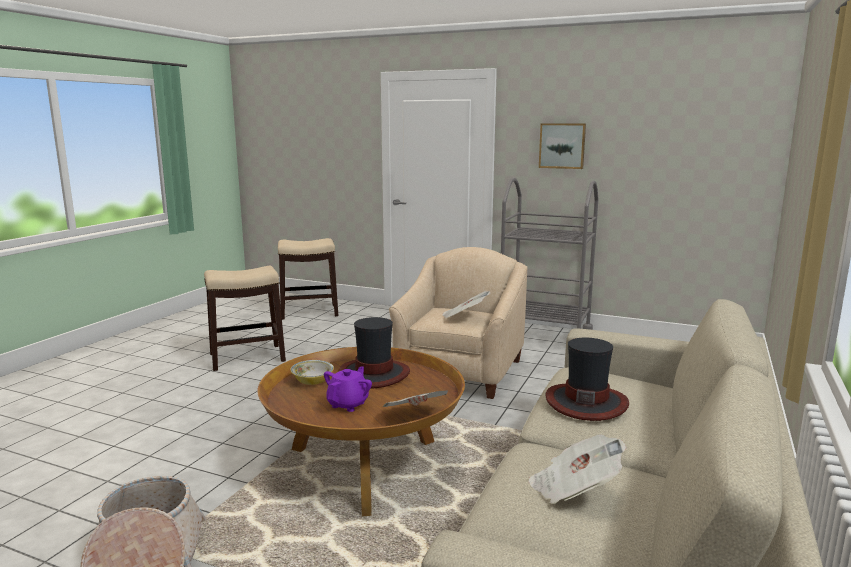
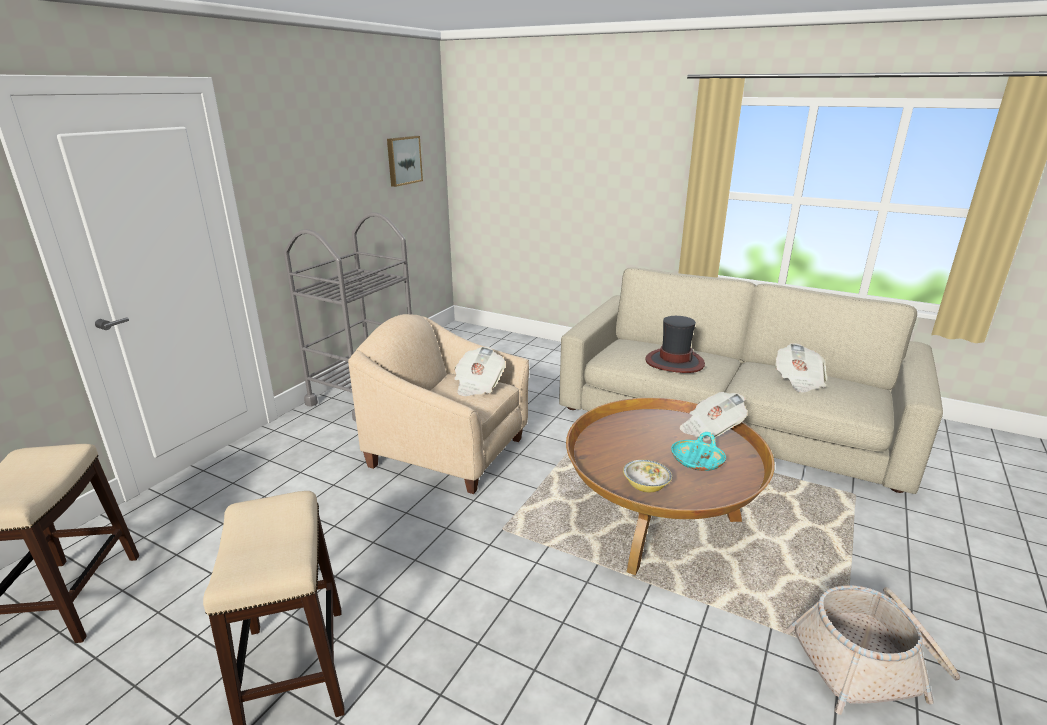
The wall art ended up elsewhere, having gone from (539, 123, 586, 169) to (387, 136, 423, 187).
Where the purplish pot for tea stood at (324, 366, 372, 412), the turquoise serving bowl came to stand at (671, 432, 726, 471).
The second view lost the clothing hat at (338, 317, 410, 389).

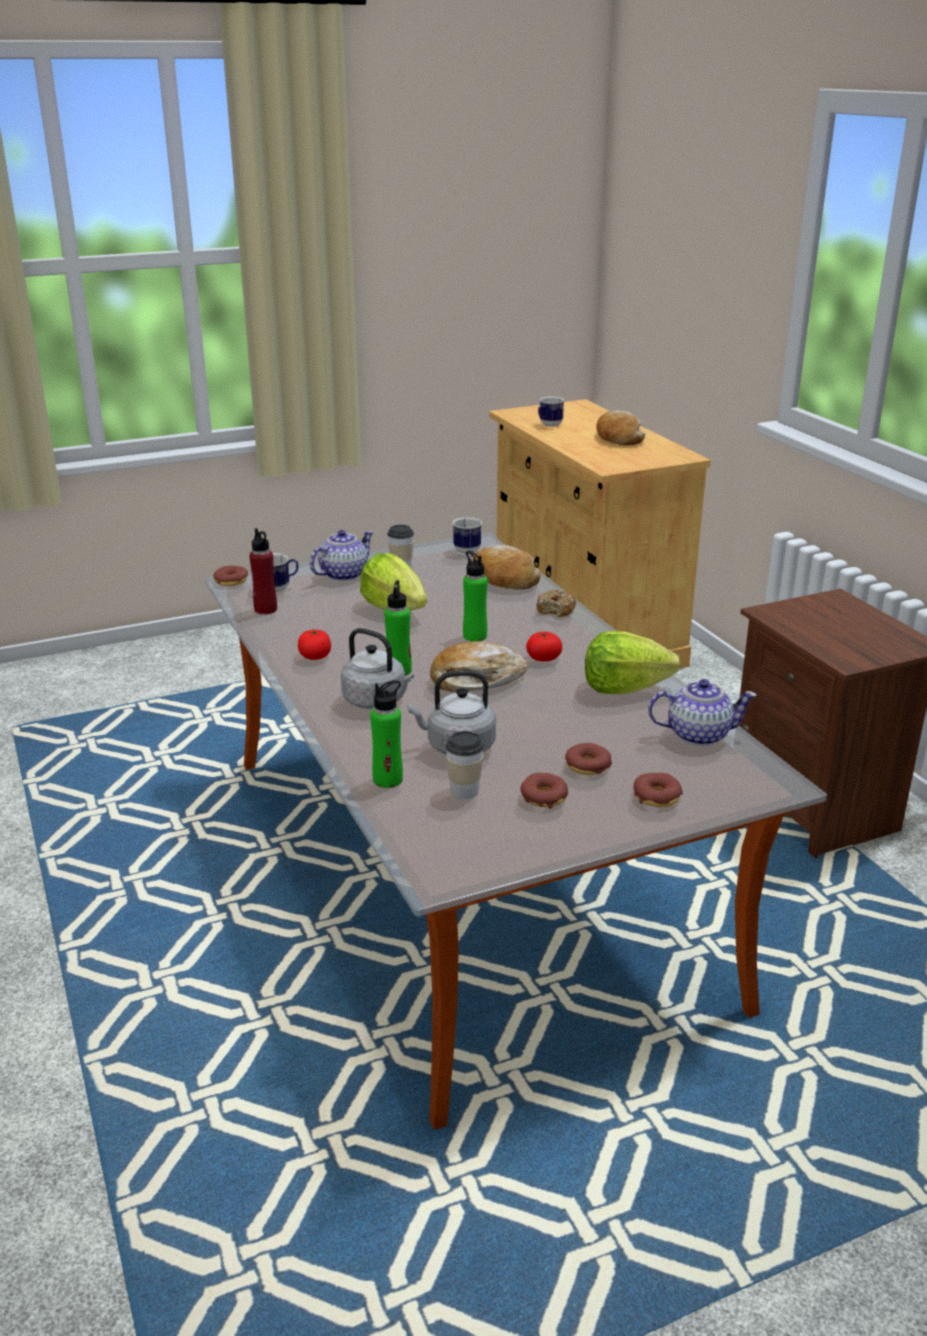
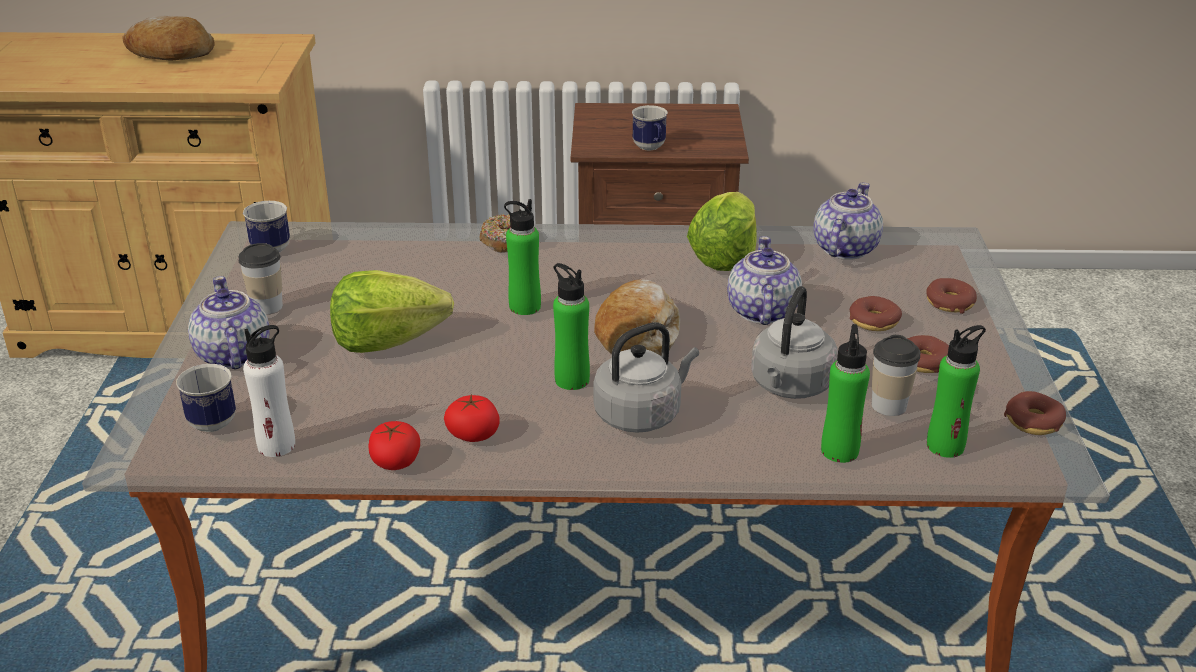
What was the reddish bottle at (250, 528, 277, 614) turned into the white bottle at (243, 325, 295, 457).
The fresh tomato ended up elsewhere, having gone from (526, 632, 562, 661) to (369, 421, 420, 470).
The mug ended up elsewhere, having gone from (538, 396, 564, 427) to (632, 105, 668, 151).
The second view gained the pot for tea at (727, 236, 802, 325).
The second view gained the greenish bottle at (927, 325, 986, 458).
The doughnut ended up elsewhere, having gone from (214, 566, 248, 586) to (1004, 391, 1066, 435).
The second view lost the bread at (473, 545, 541, 589).

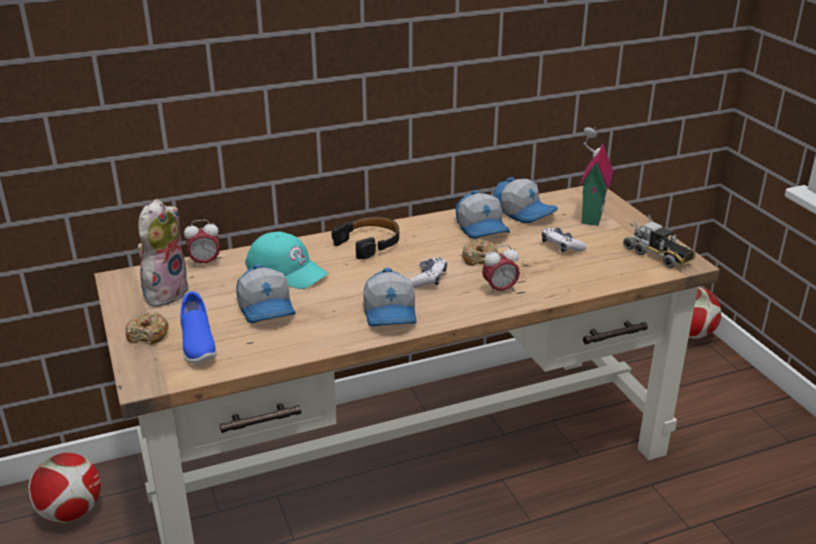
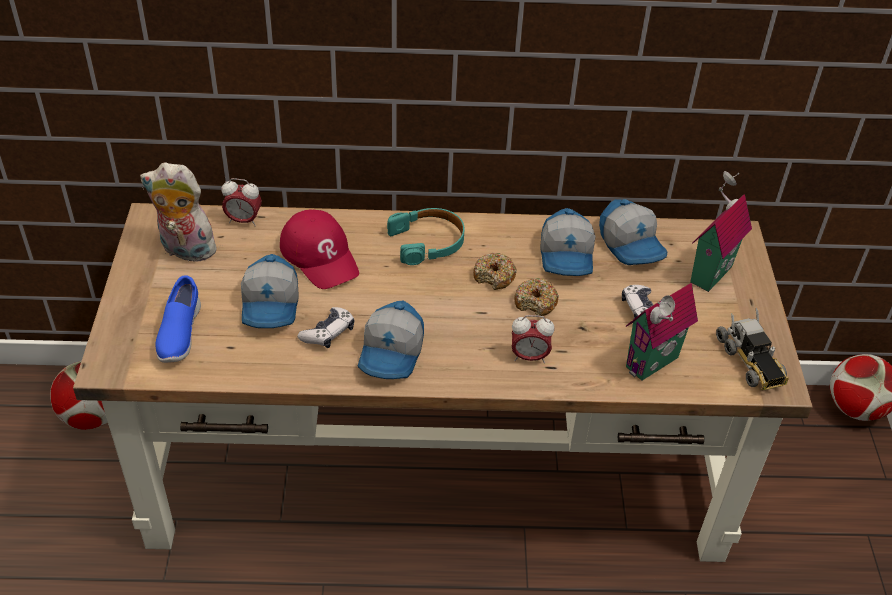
The soft toy at (138, 199, 190, 307) ended up facing another way, 120 degrees counterclockwise from before.
What was the turquoise baseball cap at (245, 232, 329, 289) turned into the reddish baseball cap at (280, 209, 359, 289).
The game controller ended up elsewhere, having gone from (410, 257, 447, 288) to (298, 307, 354, 348).
What was the black headset at (332, 217, 399, 259) turned into the turquoise headset at (387, 208, 465, 265).
The doughnut ended up elsewhere, having gone from (125, 312, 169, 345) to (473, 253, 517, 290).
The second view gained the miniature house at (626, 283, 698, 381).

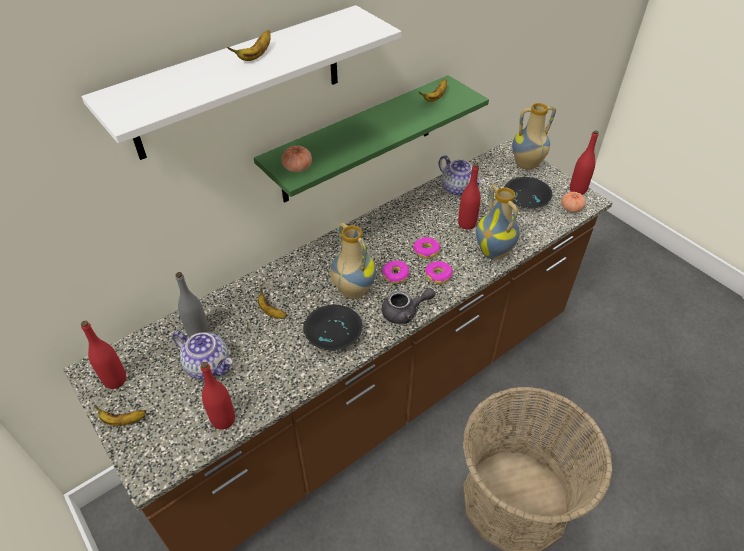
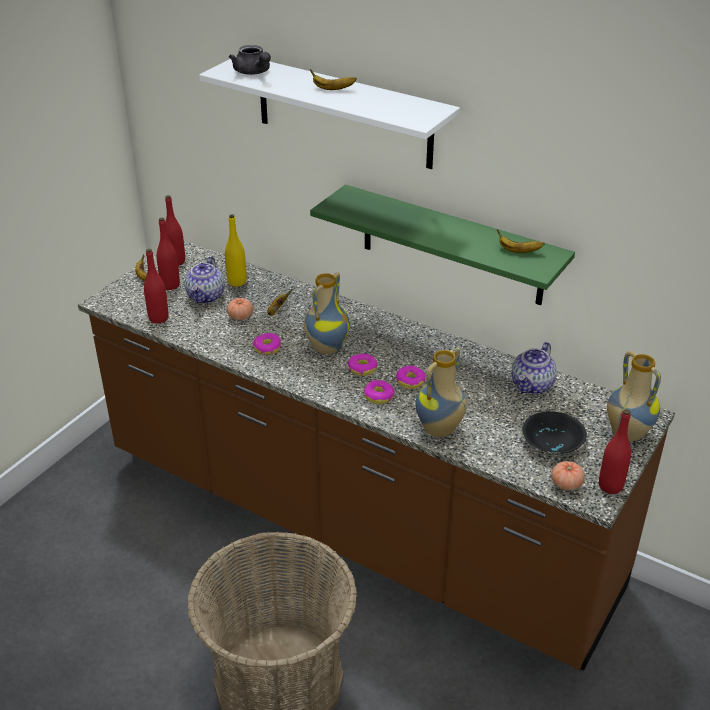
The reddish bottle ended up elsewhere, having gone from (458, 164, 481, 230) to (157, 218, 180, 290).
What was the gray bottle at (176, 272, 209, 337) turned into the yellow-coloured bottle at (225, 214, 247, 287).
The fresh tomato ended up elsewhere, having gone from (281, 146, 312, 172) to (227, 298, 253, 320).
The gray pot for tea ended up elsewhere, having gone from (382, 288, 435, 324) to (229, 45, 271, 75).
Where the black serving bowl stood at (303, 305, 362, 350), the doughnut came to stand at (253, 333, 281, 355).

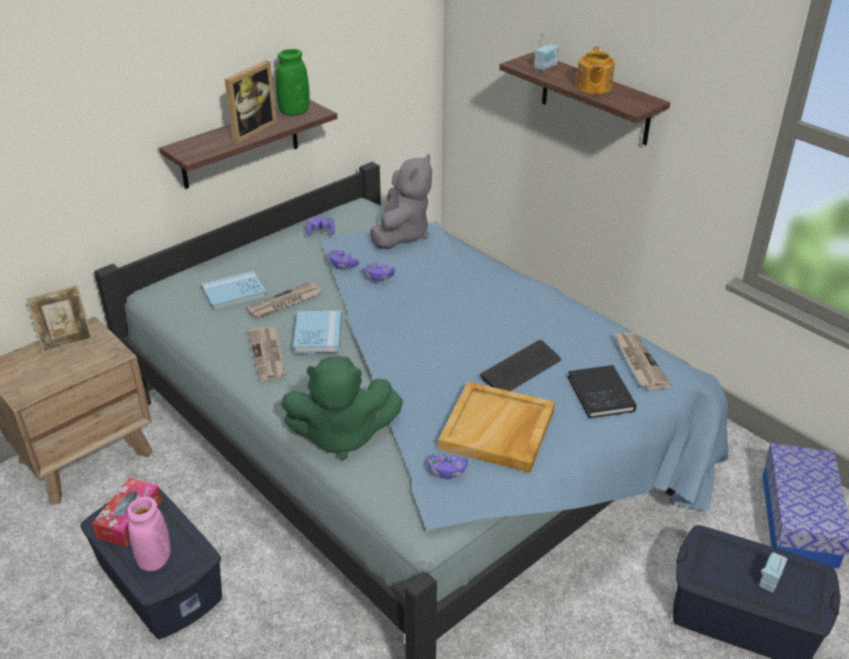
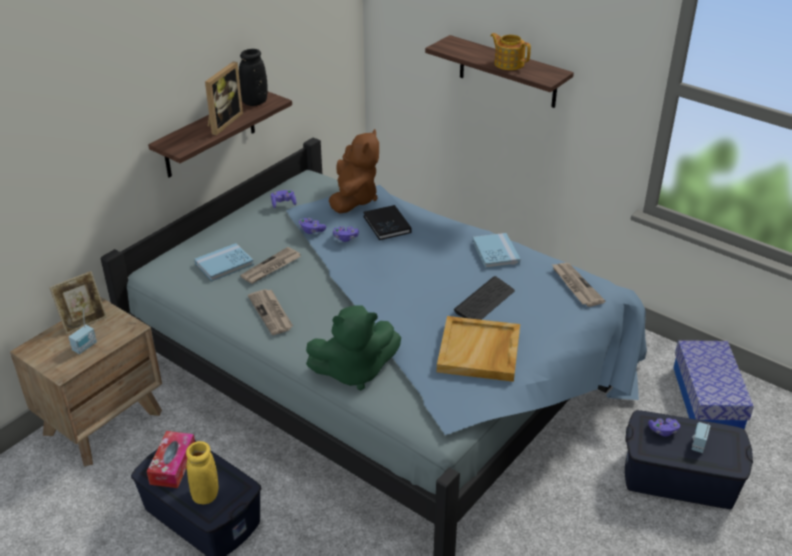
The radio set ended up elsewhere, having gone from (534, 22, 559, 71) to (69, 308, 97, 354).
What was the pinkish vase at (127, 496, 171, 571) turned into the yellow-coloured vase at (186, 441, 218, 504).
What was the greenish vase at (276, 49, 310, 116) turned into the black vase at (239, 49, 268, 106).
What was the gray soft toy at (370, 154, 432, 249) turned into the brown soft toy at (329, 129, 379, 214).
The black volume ended up elsewhere, having gone from (568, 365, 637, 418) to (363, 205, 412, 240).
The blue volume ended up elsewhere, having gone from (293, 311, 342, 353) to (473, 233, 520, 269).
The pot for tea at (576, 47, 615, 94) ended up facing another way, 135 degrees clockwise from before.
The purplish game controller ended up elsewhere, having gone from (428, 453, 468, 479) to (648, 418, 680, 437).

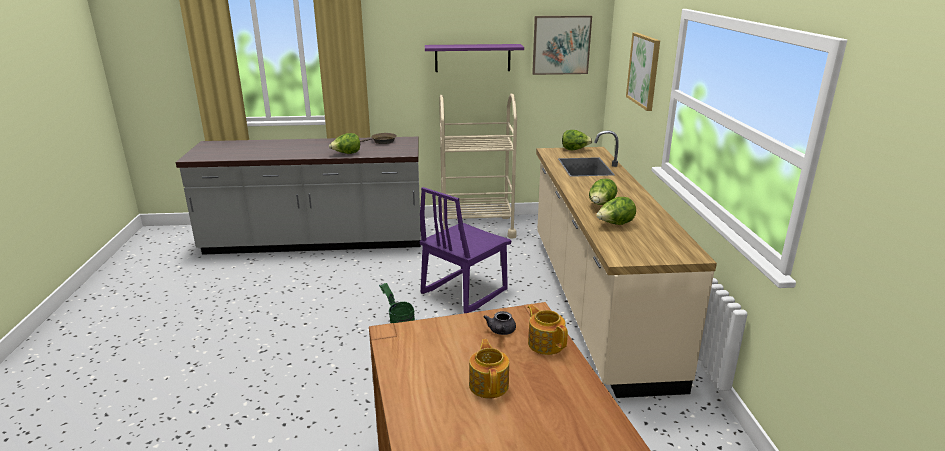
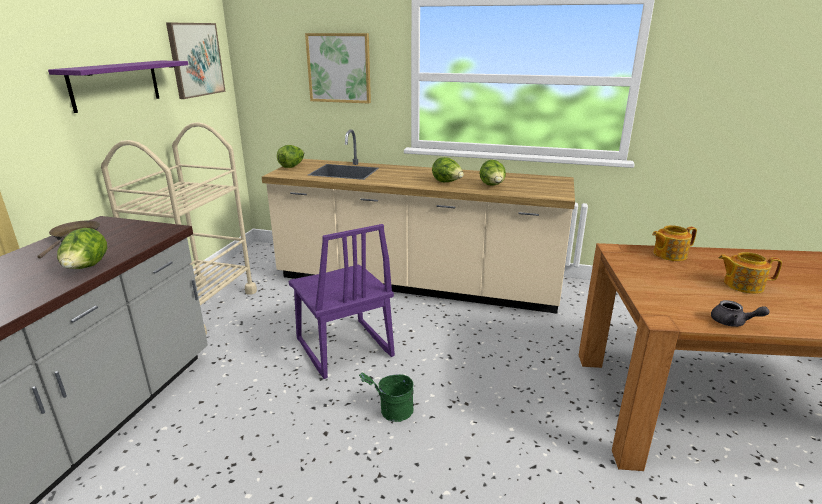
The gray pot for tea ended up elsewhere, having gone from (484, 311, 516, 335) to (711, 300, 770, 327).

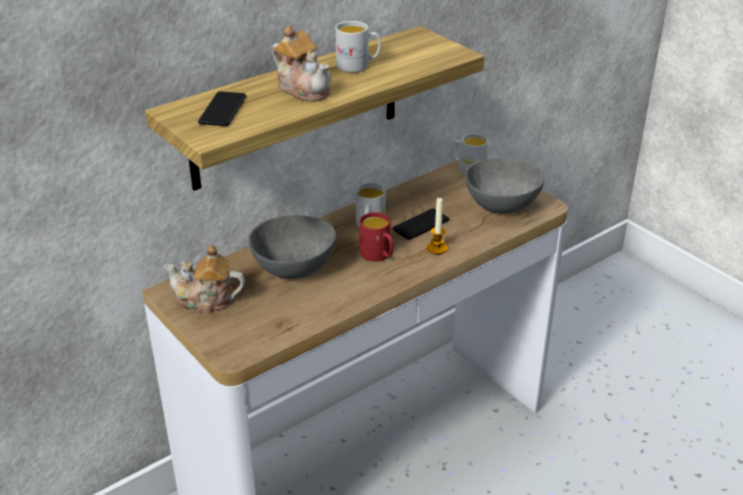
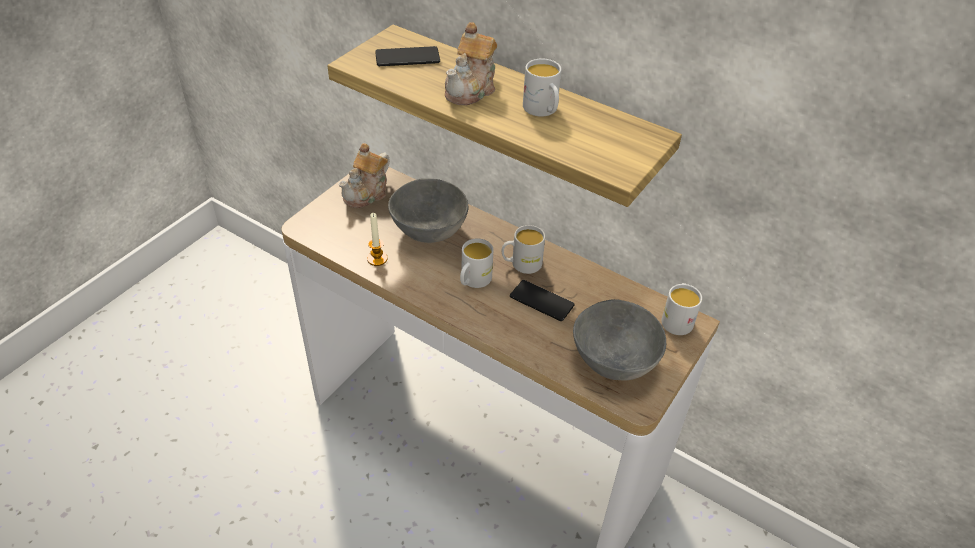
The pot for tea at (164, 245, 245, 314) ended up facing another way, 135 degrees counterclockwise from before.
The wax candle ended up elsewhere, having gone from (427, 198, 447, 254) to (367, 213, 388, 266).
What was the reddish mug at (359, 212, 394, 262) turned into the white mug at (460, 238, 493, 288).

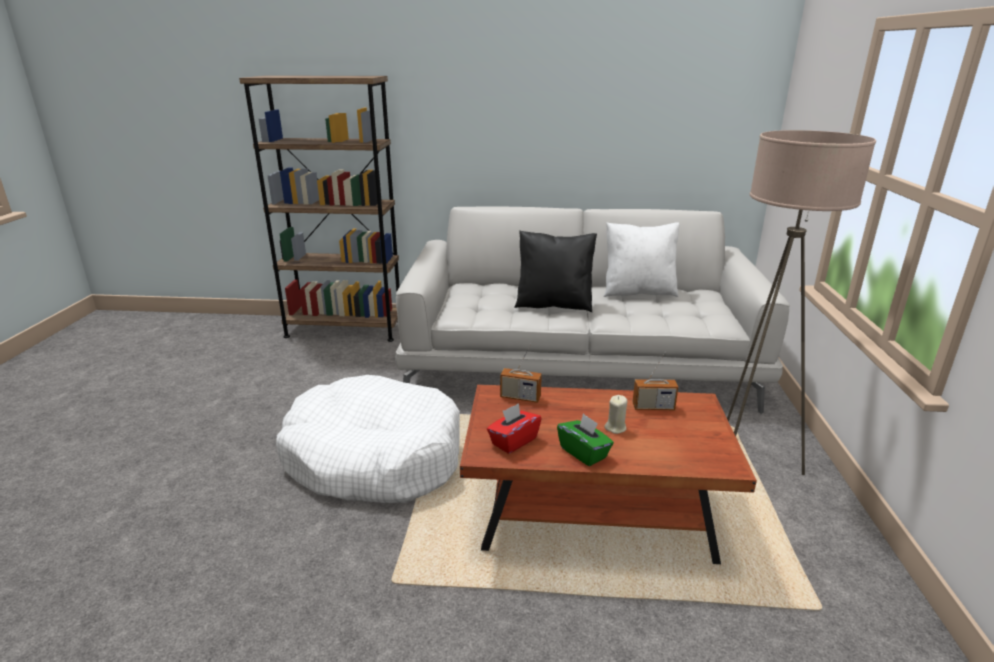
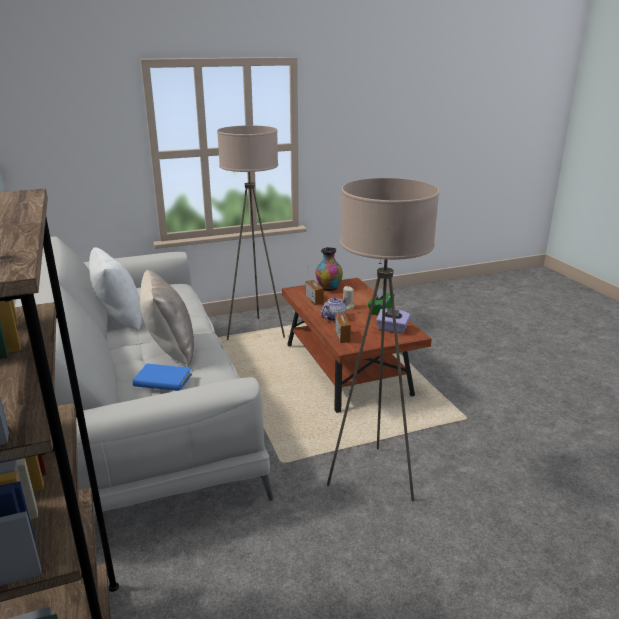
The second view gained the blue volume at (133, 364, 192, 391).
What was the black cushion at (514, 231, 597, 312) turned into the beige-coloured cushion at (140, 269, 194, 366).
The second view gained the vase at (316, 247, 343, 291).
The second view gained the pot for tea at (321, 297, 348, 321).
Where the white dog bed stood at (276, 375, 460, 503), the beige-coloured standard lamp came to stand at (327, 178, 439, 501).
What was the reddish tissue box at (487, 403, 542, 454) turned into the purplish tissue box at (376, 308, 411, 334).

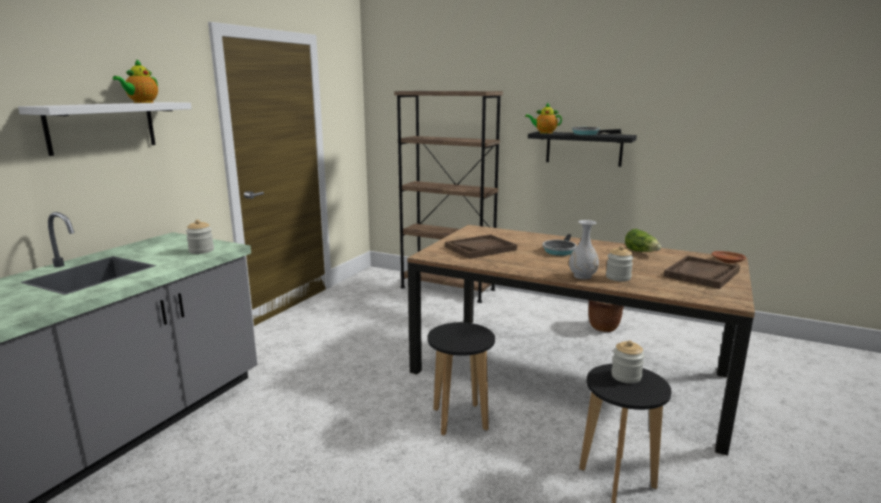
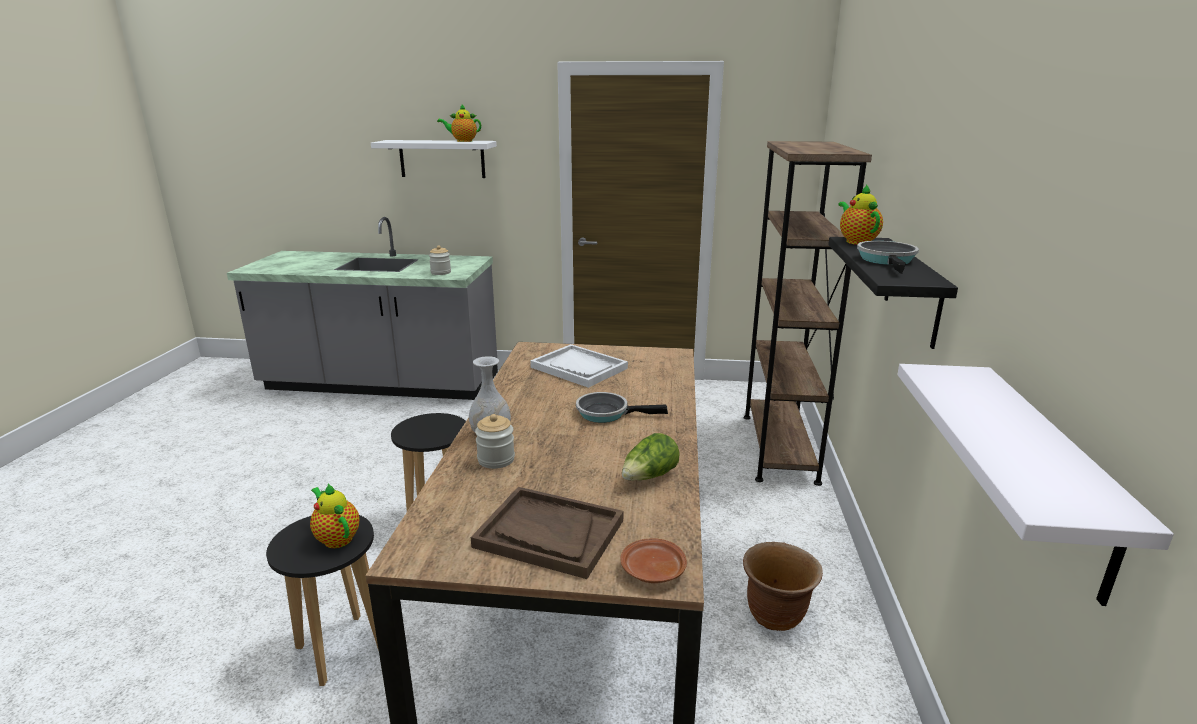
Where the jar stood at (611, 340, 645, 384), the pot for tea came to stand at (310, 483, 359, 548).
What was the brown tray at (445, 234, 517, 259) turned into the white tray at (530, 344, 628, 388).
The second view gained the white wall shelf at (897, 364, 1174, 606).

